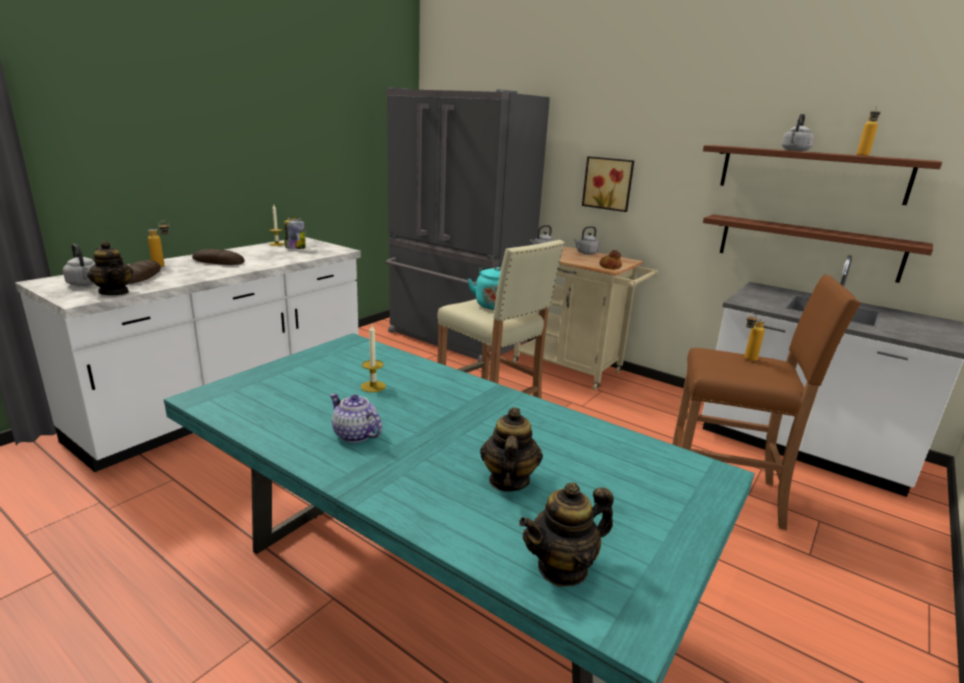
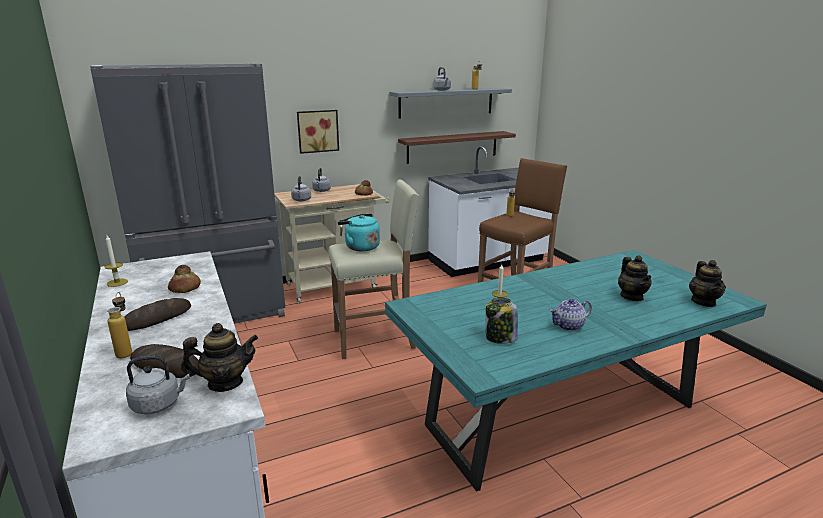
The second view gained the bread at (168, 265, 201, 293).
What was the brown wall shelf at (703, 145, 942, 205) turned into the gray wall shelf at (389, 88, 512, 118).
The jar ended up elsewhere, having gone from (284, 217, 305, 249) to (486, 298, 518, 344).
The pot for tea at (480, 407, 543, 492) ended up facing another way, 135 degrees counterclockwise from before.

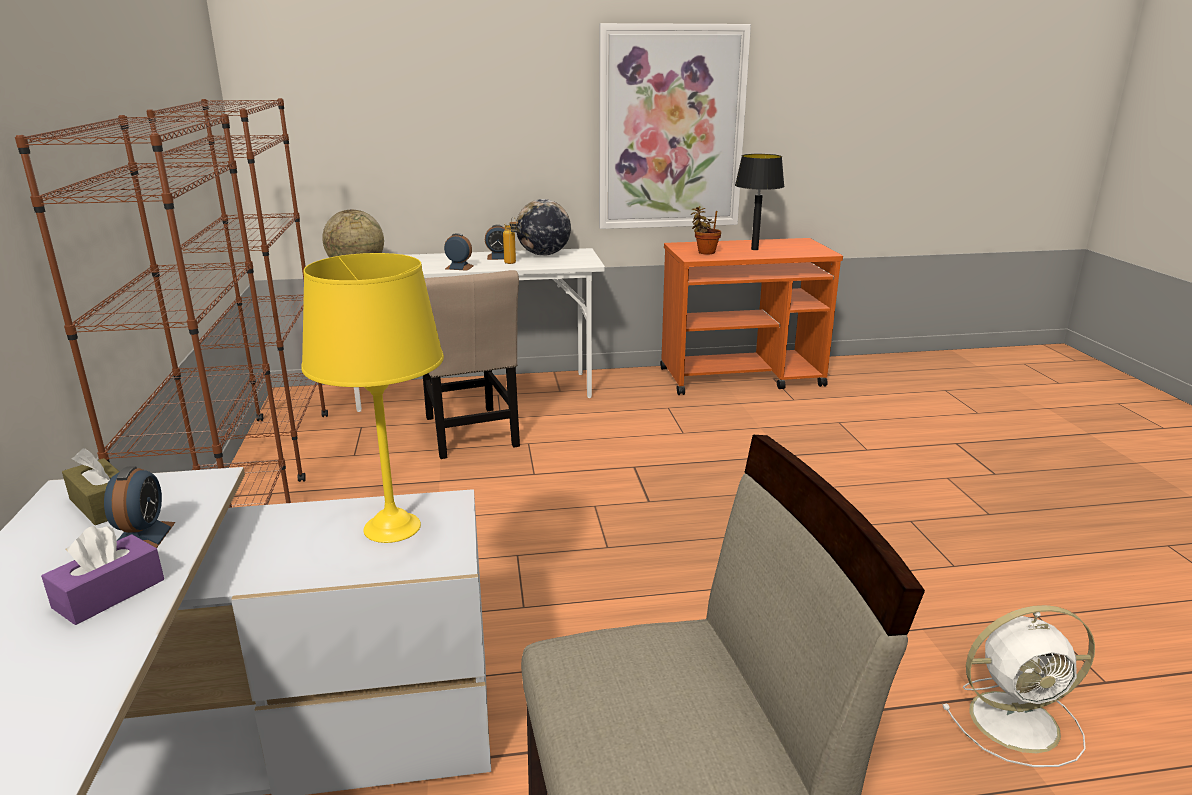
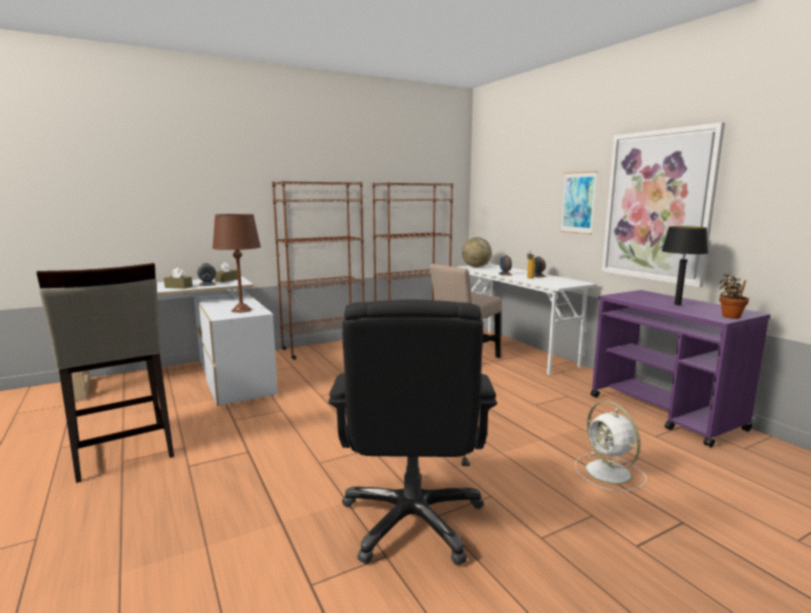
What was the purplish tissue box at (41, 526, 164, 625) turned into the brown tissue box at (164, 267, 193, 289).
What was the yellow-coloured table lamp at (301, 253, 444, 543) turned into the brown table lamp at (212, 214, 261, 313).
The second view gained the black computer chair at (328, 299, 497, 565).
The second view gained the wall art at (561, 171, 597, 235).
The white electric fan ended up elsewhere, having gone from (942, 605, 1095, 767) to (575, 401, 647, 491).
What was the orangey wheeled cart at (660, 238, 843, 395) turned into the purplish wheeled cart at (591, 290, 771, 448).
The potted plant ended up elsewhere, having gone from (691, 206, 721, 255) to (719, 274, 749, 319).
The second view lost the world globe at (516, 199, 571, 256).

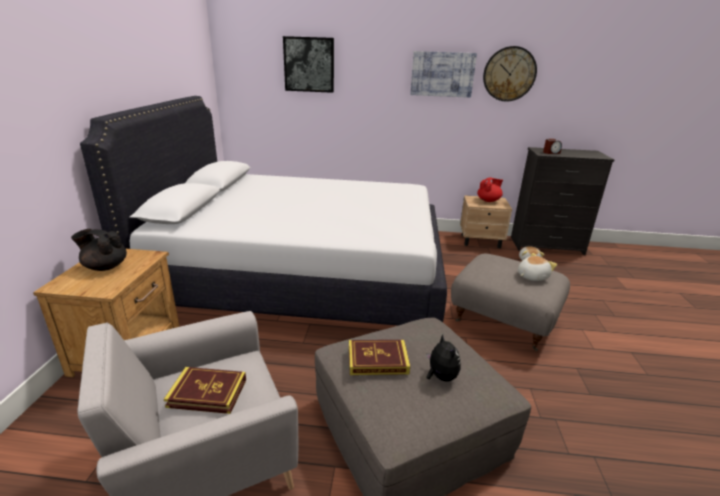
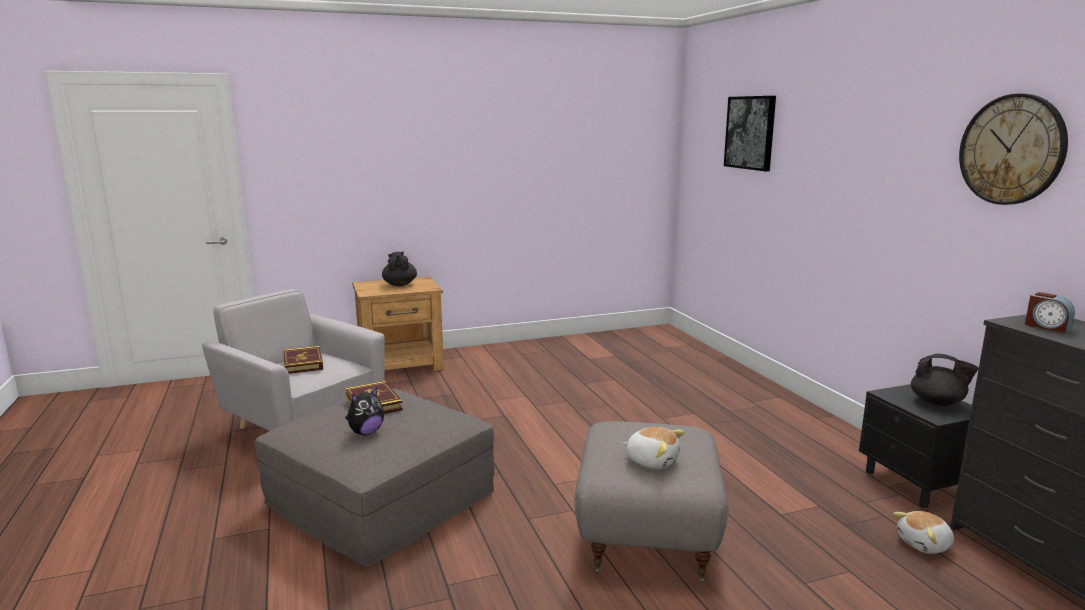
What was the beige-coloured bedside table at (460, 195, 512, 248) turned into the black bedside table at (859, 384, 972, 508).
What was the reddish pot for tea at (477, 178, 503, 202) turned into the black pot for tea at (911, 354, 979, 406).
The second view lost the white bed at (80, 96, 447, 326).
The second view lost the wall art at (410, 51, 477, 98).

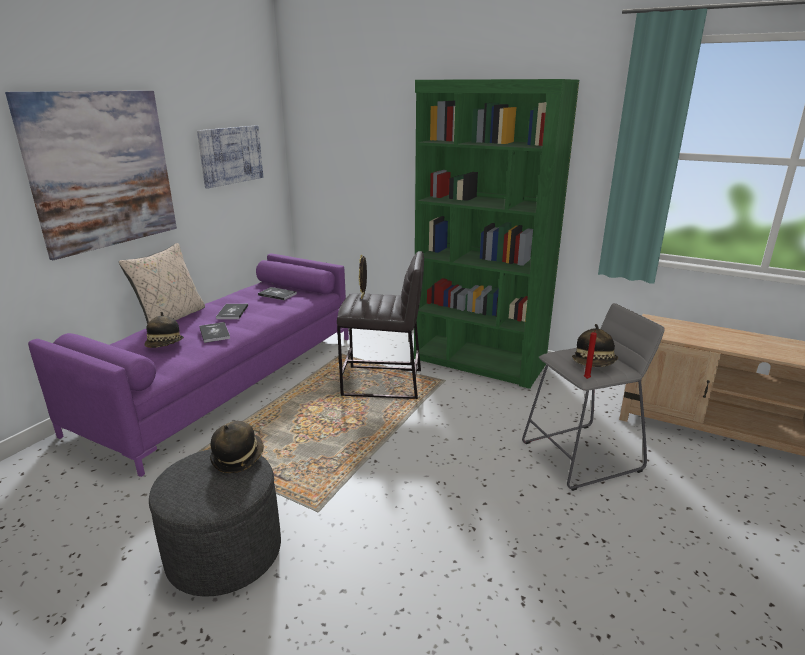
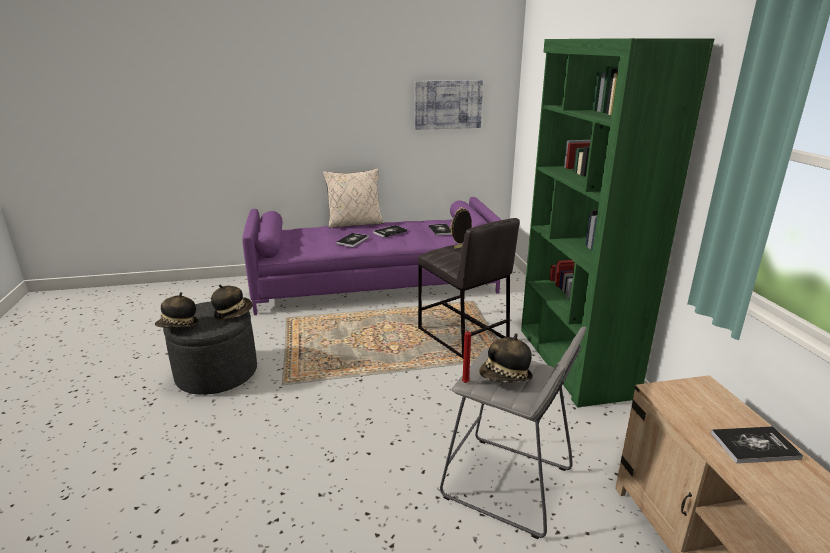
The clothing hat ended up elsewhere, having gone from (144, 312, 184, 348) to (155, 292, 199, 328).
The second view gained the volume at (711, 426, 804, 463).
The second view lost the wall art at (5, 91, 177, 260).

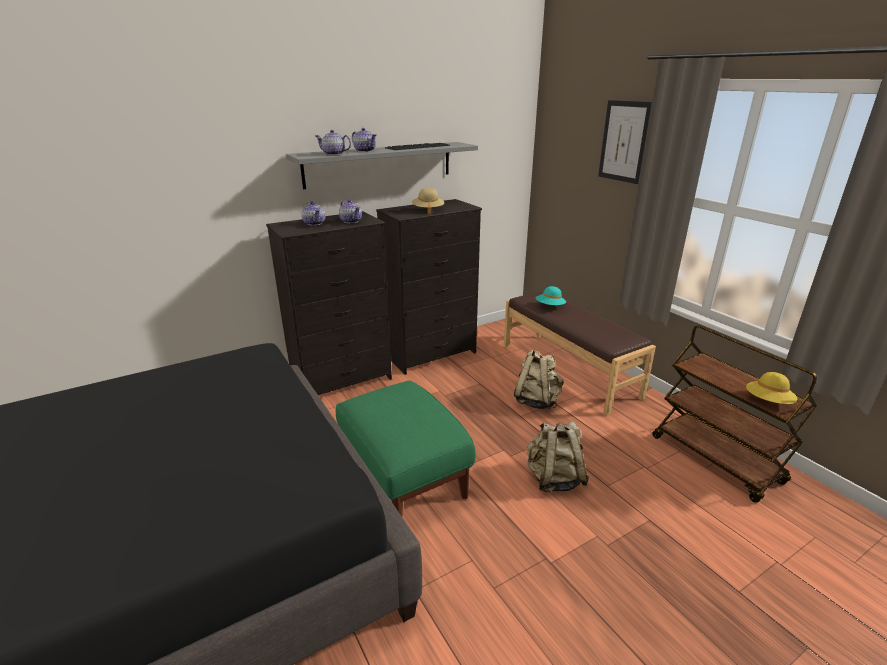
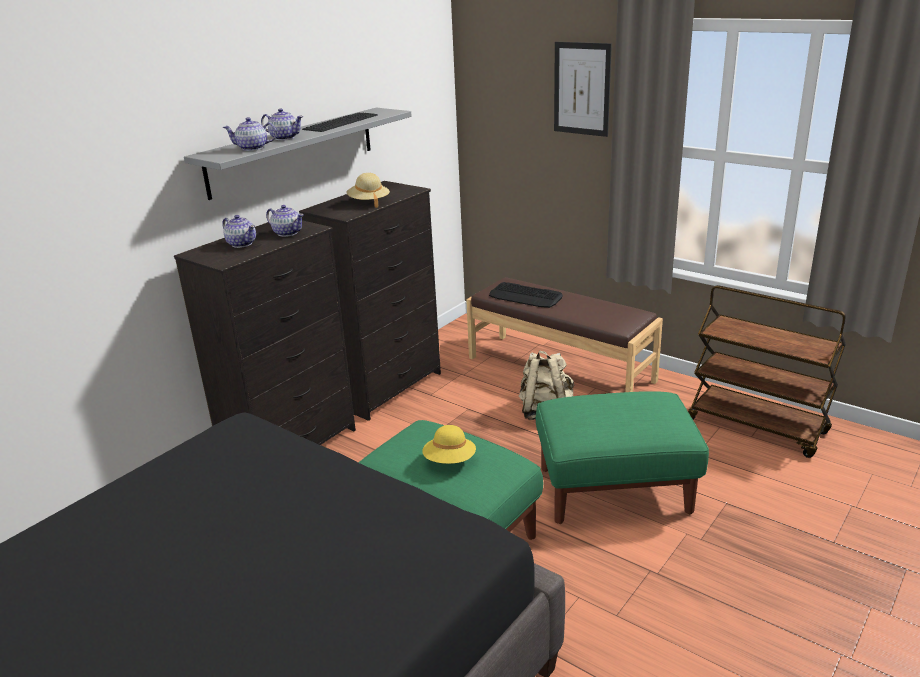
The yellow-coloured clothing hat ended up elsewhere, having gone from (746, 372, 797, 404) to (422, 425, 476, 464).
Where the turquoise clothing hat stood at (536, 286, 566, 305), the keyboard came to stand at (489, 282, 563, 308).
Where the beige-coloured rucksack stood at (527, 421, 589, 492), the greenish ottoman came to stand at (536, 391, 709, 524).

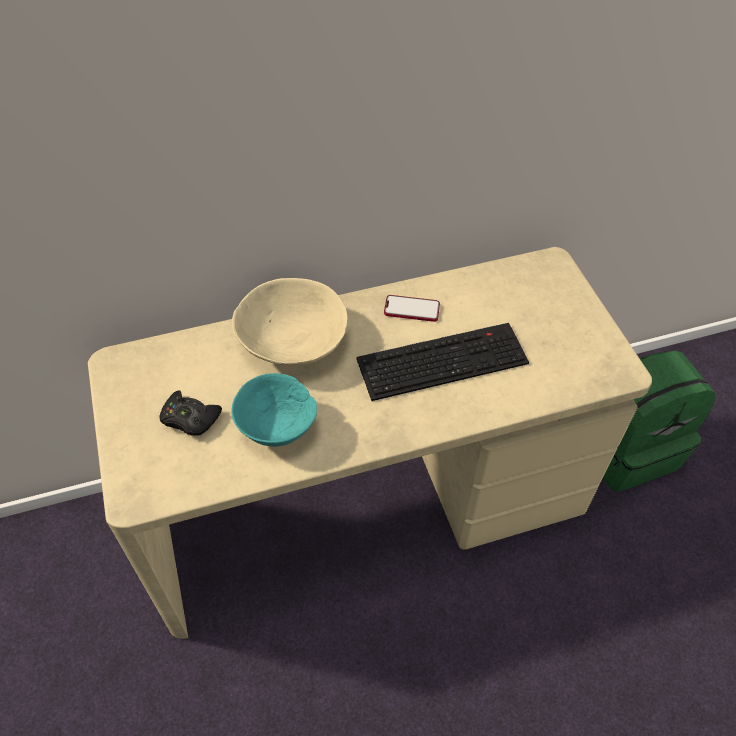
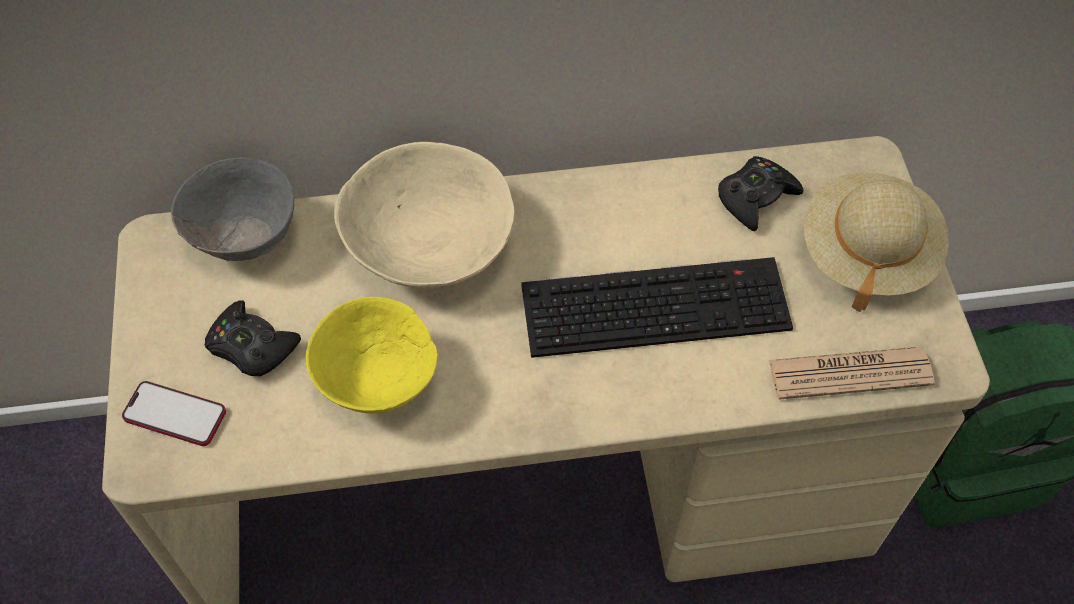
The handset ended up elsewhere, having gone from (384, 295, 440, 322) to (122, 381, 226, 446).
The second view gained the gray serving bowl at (171, 157, 294, 261).
What was the turquoise serving bowl at (231, 373, 317, 447) turned into the yellow-coloured serving bowl at (306, 297, 438, 414).
The second view gained the black game controller at (718, 156, 803, 231).
The second view gained the daily paper at (769, 347, 935, 400).
The second view gained the beige-coloured clothing hat at (804, 173, 949, 312).

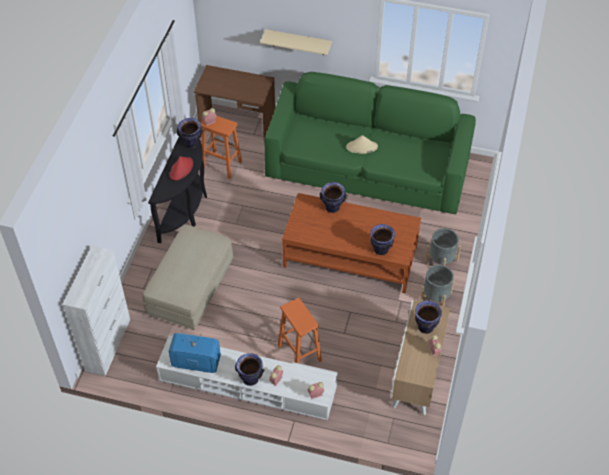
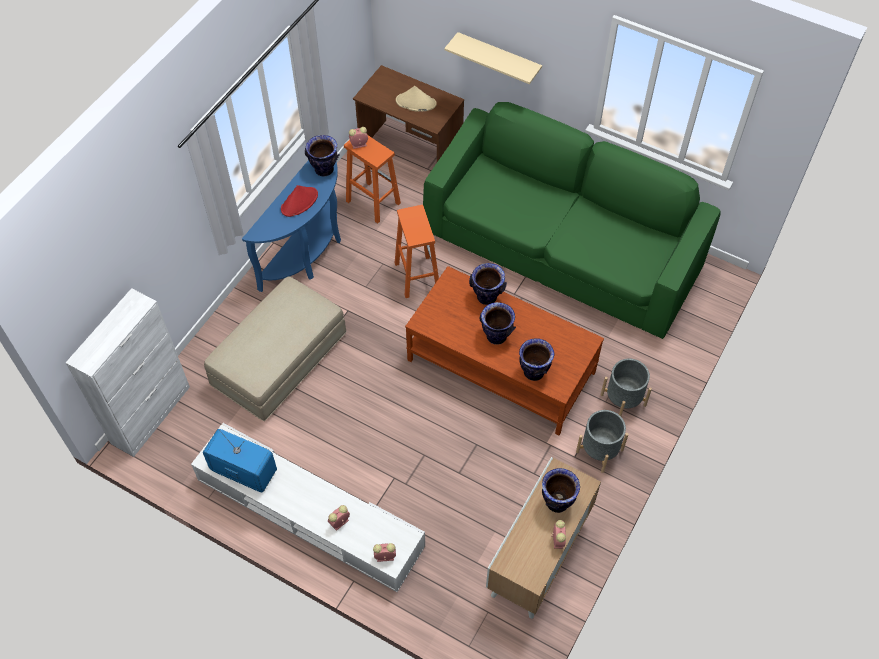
What was the black hall table at (148, 137, 207, 243) turned into the blue hall table at (242, 160, 341, 292).
The orangey stool ended up elsewhere, having gone from (278, 298, 322, 364) to (395, 205, 439, 298).
The beige-coloured clothing hat ended up elsewhere, having gone from (346, 135, 378, 154) to (396, 86, 437, 112).
The vase ended up elsewhere, having gone from (235, 353, 265, 386) to (480, 302, 516, 345).

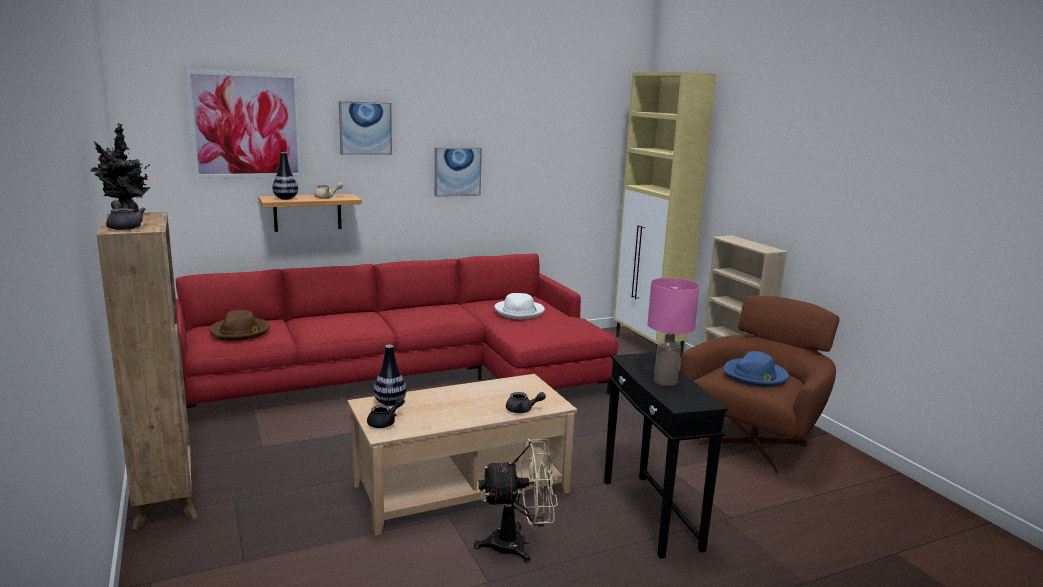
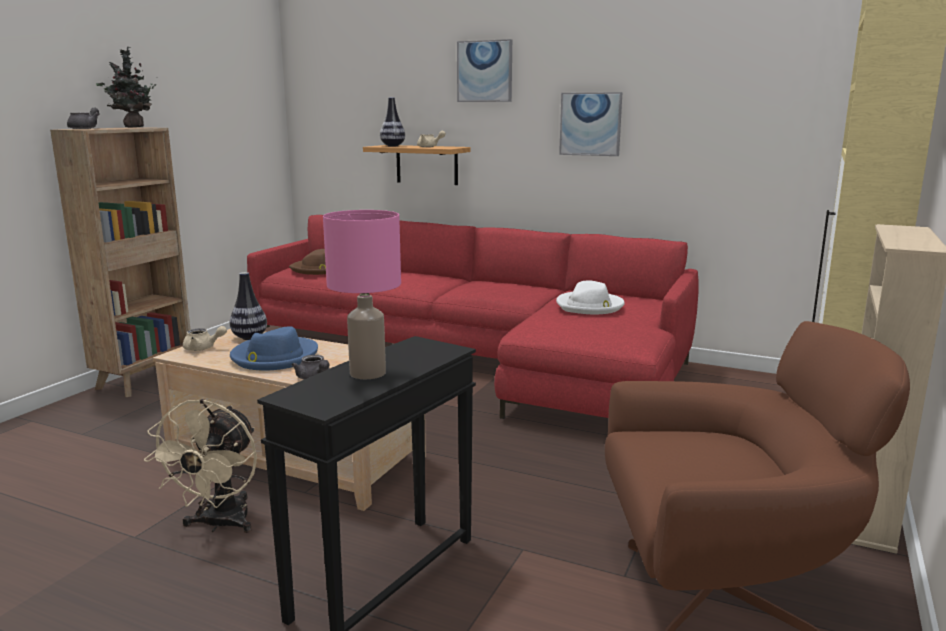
The beige-coloured electric fan at (474, 438, 558, 563) ended up facing another way, 60 degrees clockwise from before.
What was the black pot for tea at (367, 397, 405, 428) turned into the beige-coloured pot for tea at (183, 326, 227, 351).
The blue clothing hat ended up elsewhere, having gone from (724, 351, 789, 387) to (230, 326, 318, 371).
The second view lost the wall art at (185, 69, 303, 179).

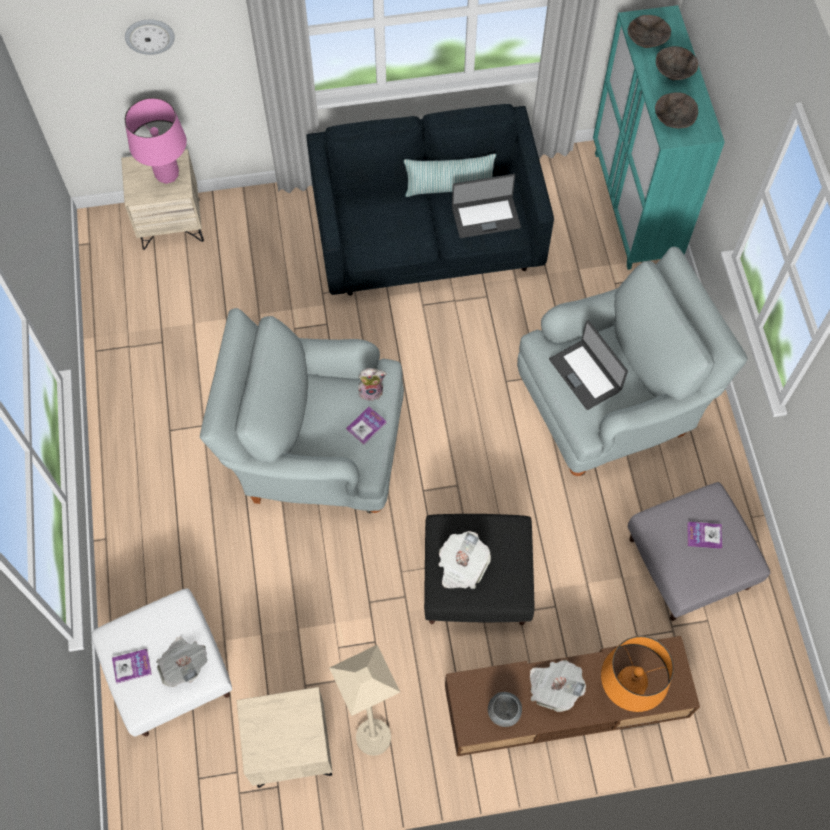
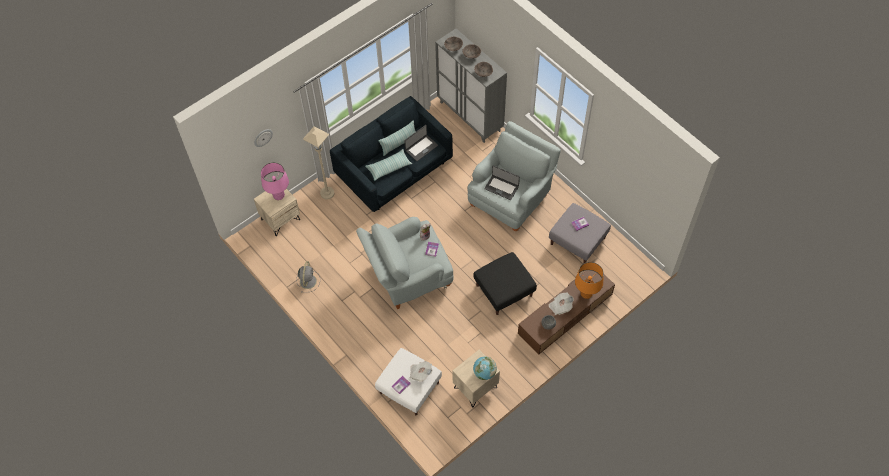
The second view gained the gray electric fan at (296, 261, 320, 292).
The beige-coloured standard lamp ended up elsewhere, having gone from (329, 645, 400, 756) to (303, 126, 334, 199).
The second view gained the cushion at (365, 149, 412, 181).
What was the turquoise storage cabinet at (593, 5, 725, 270) turned into the gray storage cabinet at (435, 29, 507, 143).
The second view gained the world globe at (473, 357, 497, 380).
The second view lost the daily paper at (439, 531, 491, 589).

